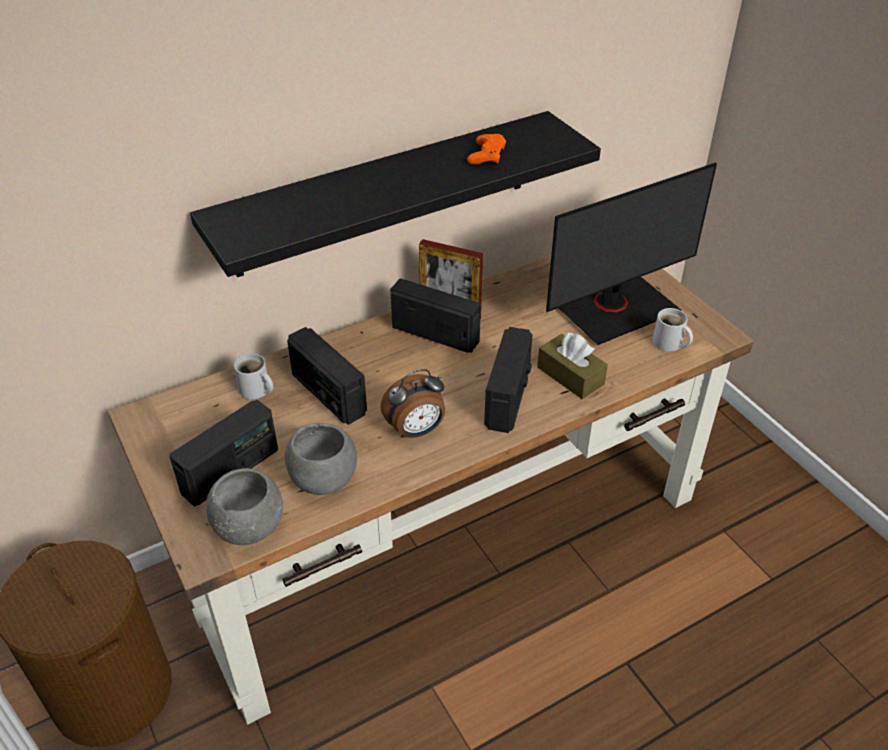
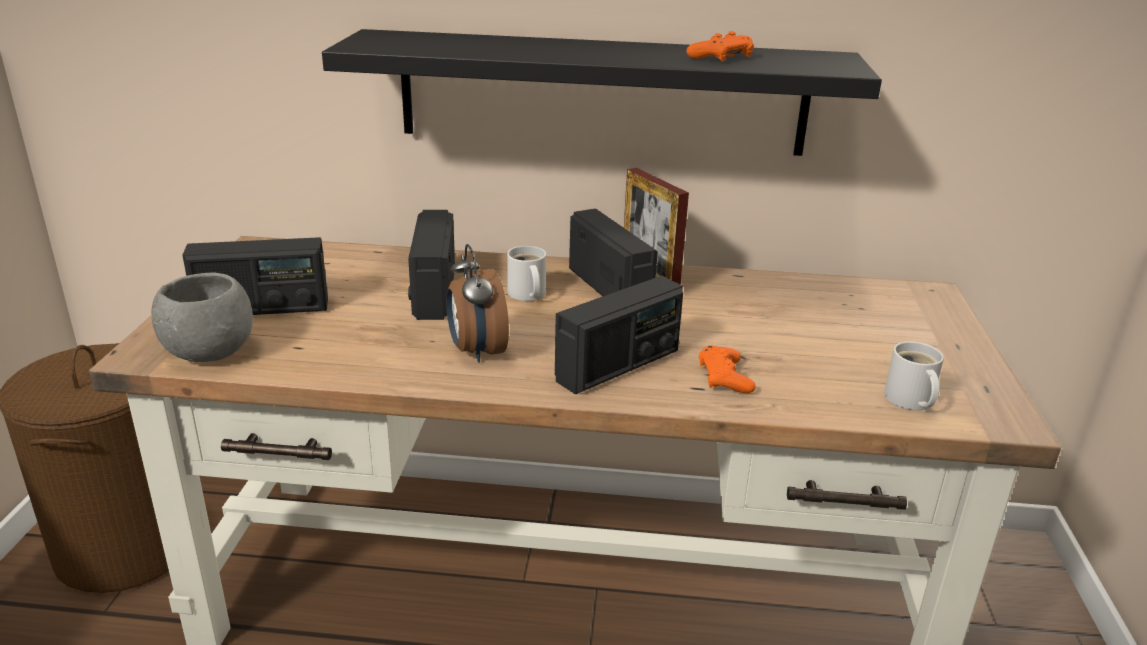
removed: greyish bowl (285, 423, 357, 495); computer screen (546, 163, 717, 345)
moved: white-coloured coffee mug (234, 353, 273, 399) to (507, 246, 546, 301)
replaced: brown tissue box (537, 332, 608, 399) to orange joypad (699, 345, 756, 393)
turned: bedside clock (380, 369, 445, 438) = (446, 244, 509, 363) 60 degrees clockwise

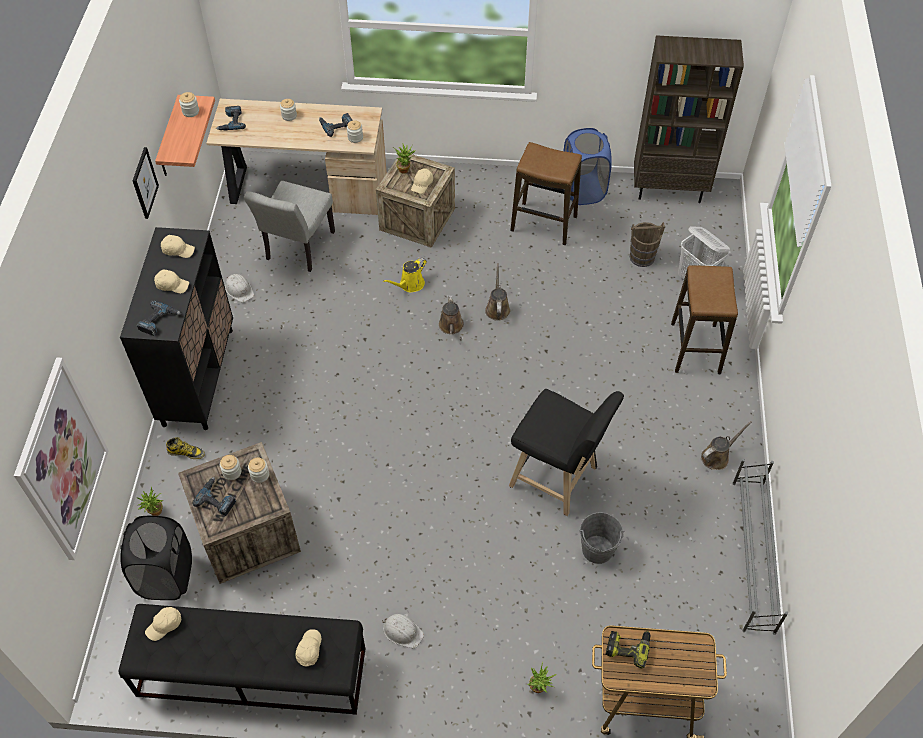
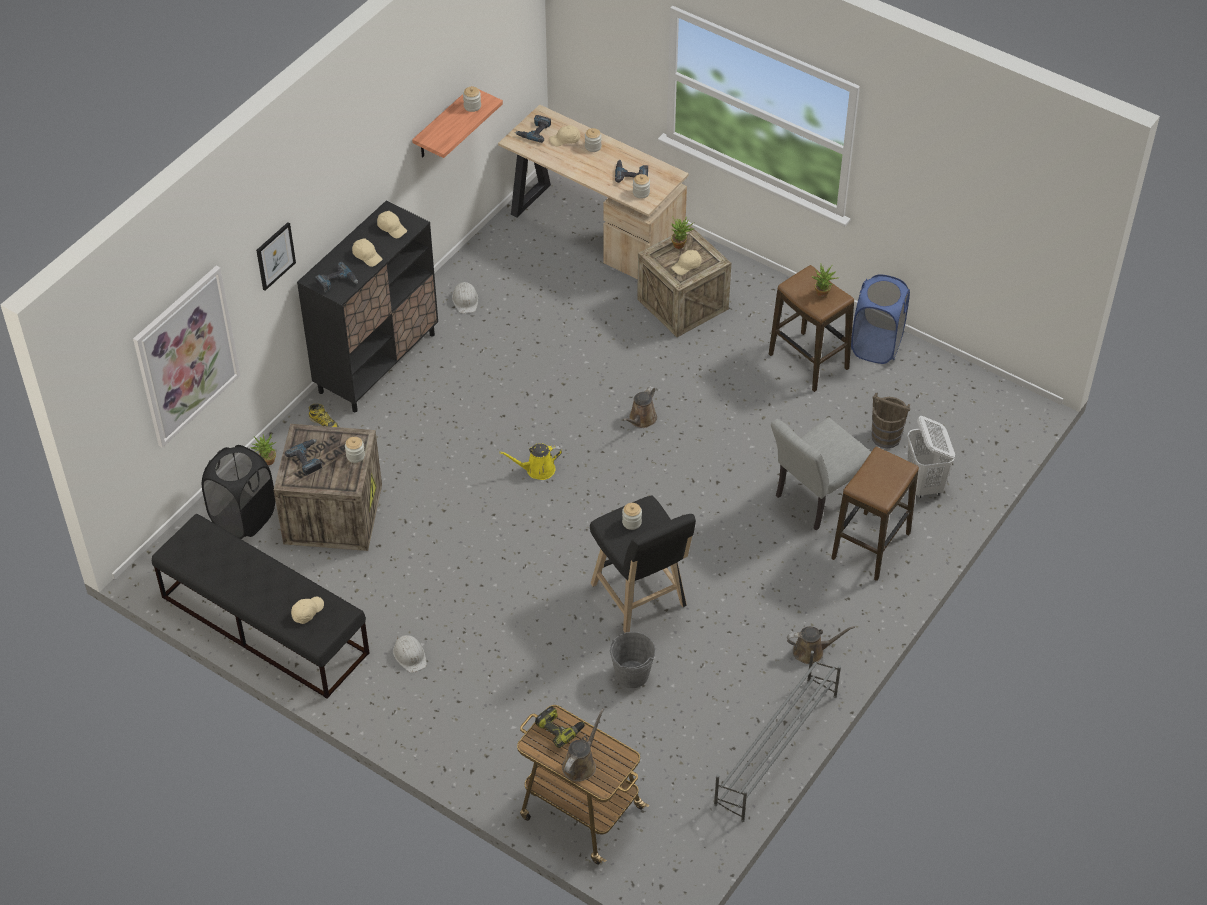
removed: brown bookshelf (634, 35, 744, 203)
moved: picture (133, 147, 159, 219) to (256, 222, 296, 291); beige peaked cap (145, 607, 181, 641) to (549, 125, 580, 146); preserve jar (220, 455, 241, 480) to (622, 503, 642, 530); greyish chair (244, 181, 335, 272) to (771, 417, 871, 531); yellow-coloured watering pot (383, 258, 427, 292) to (499, 443, 562, 480); brown watering pot (485, 263, 510, 321) to (562, 708, 604, 782); potted plant (528, 662, 556, 693) to (812, 263, 839, 297)

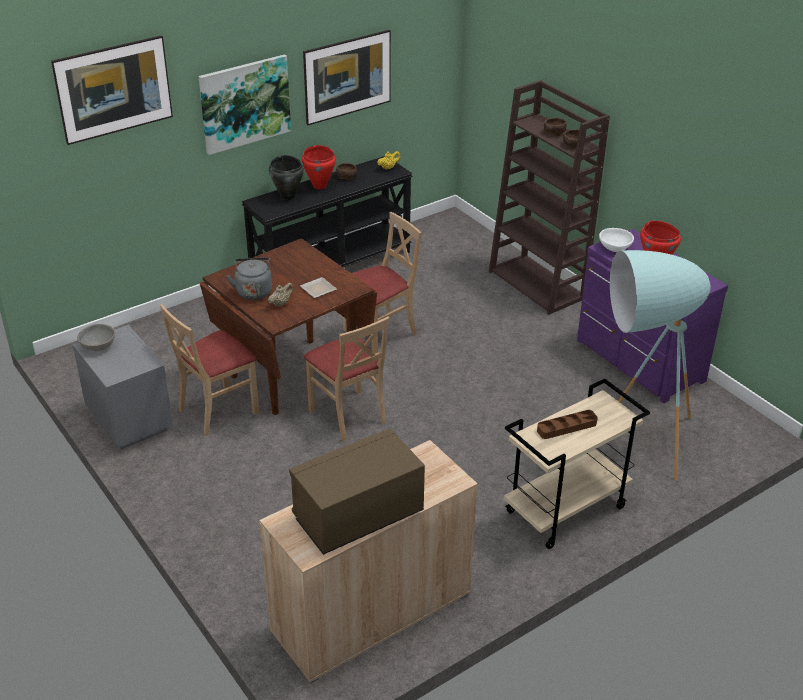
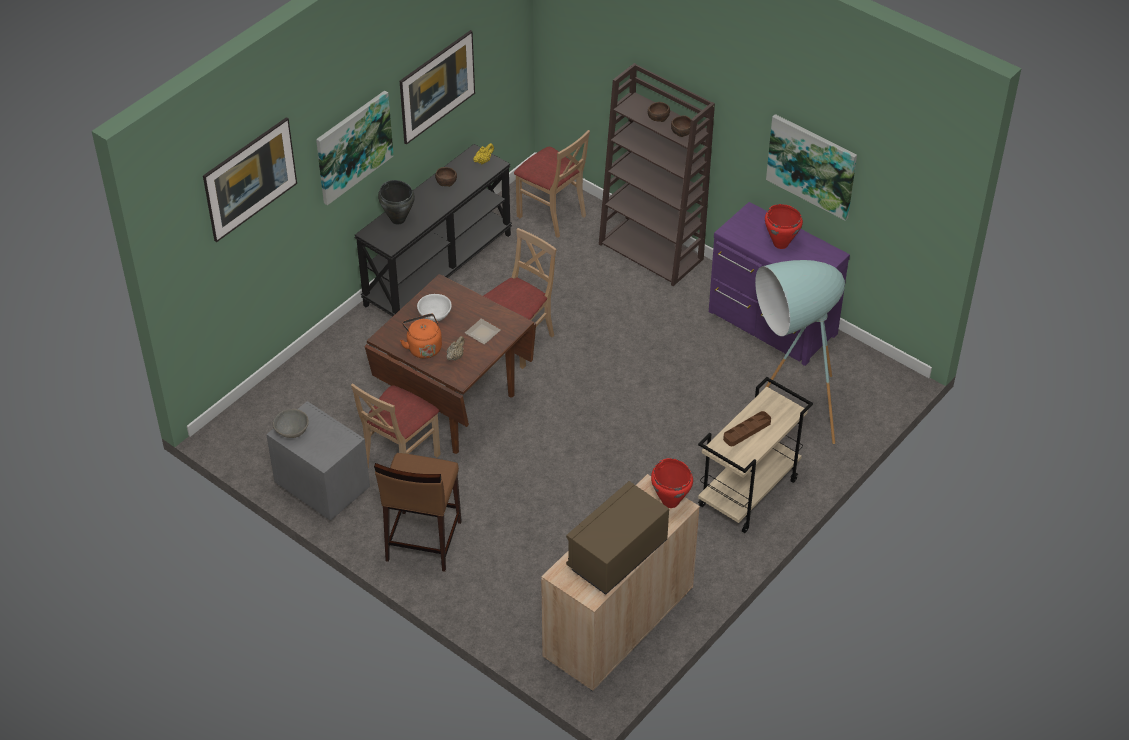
added: brown sitting stool (374, 453, 462, 572); picture (766, 114, 857, 221)
moved: reddish stockpot (302, 145, 336, 189) to (651, 458, 693, 508); beige chair (304, 316, 389, 441) to (514, 130, 590, 238); white-coloured bowl (599, 228, 634, 252) to (417, 294, 452, 322)
recoloured: greyish kettle (226, 257, 272, 300) to orange kettle (400, 314, 442, 359)

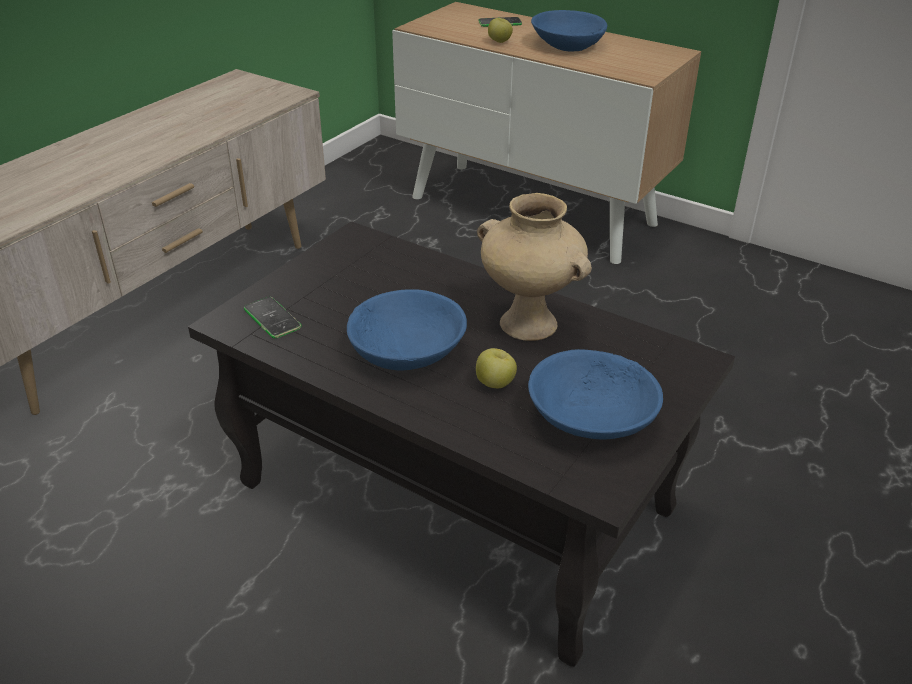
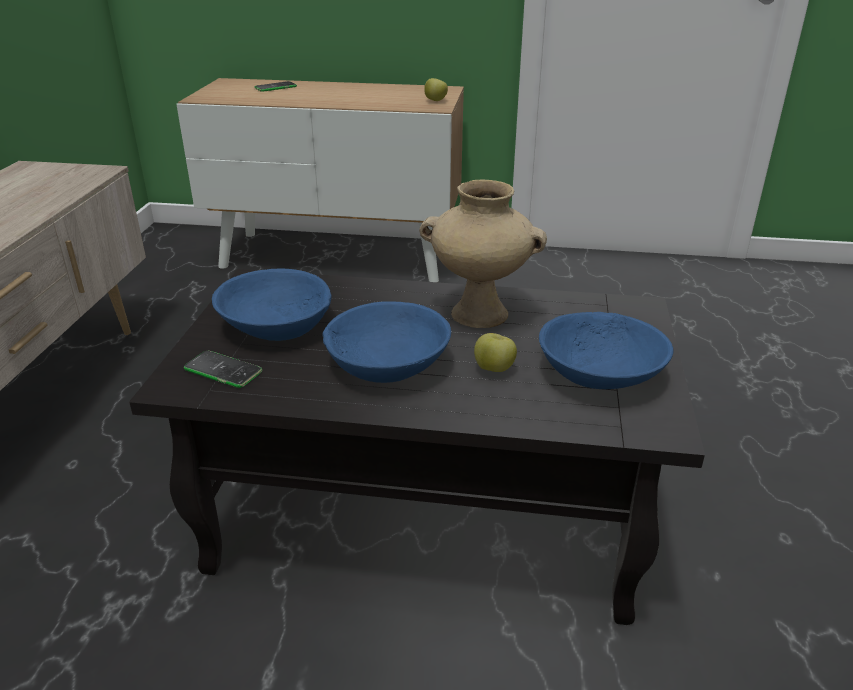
moved: apple fruit (488, 18, 513, 43) to (424, 78, 448, 101); bluish bowl (531, 10, 607, 51) to (212, 269, 332, 341)

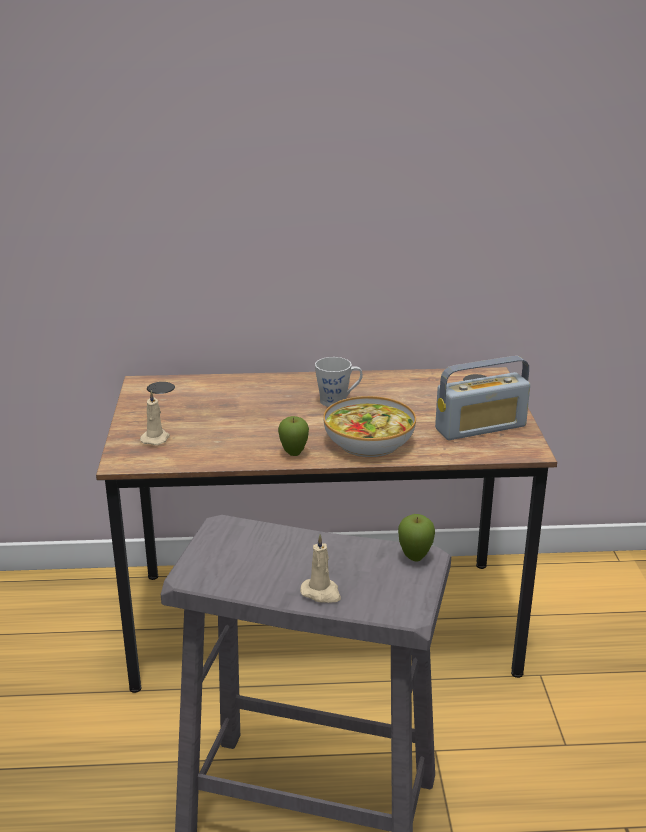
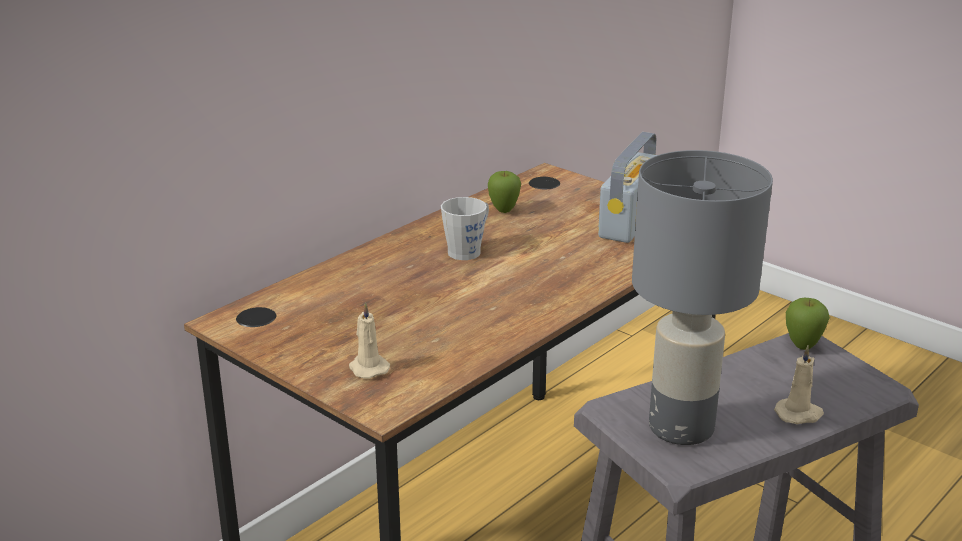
removed: bowl (323, 396, 416, 457)
added: greyish table lamp (632, 150, 773, 445)
moved: apple fruit (278, 416, 309, 456) to (488, 171, 521, 213)

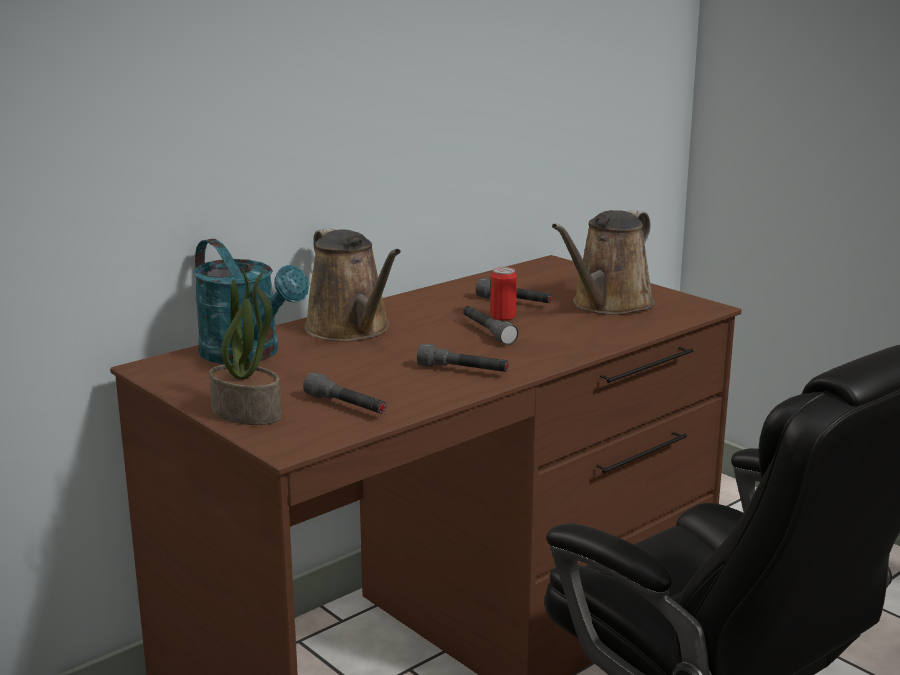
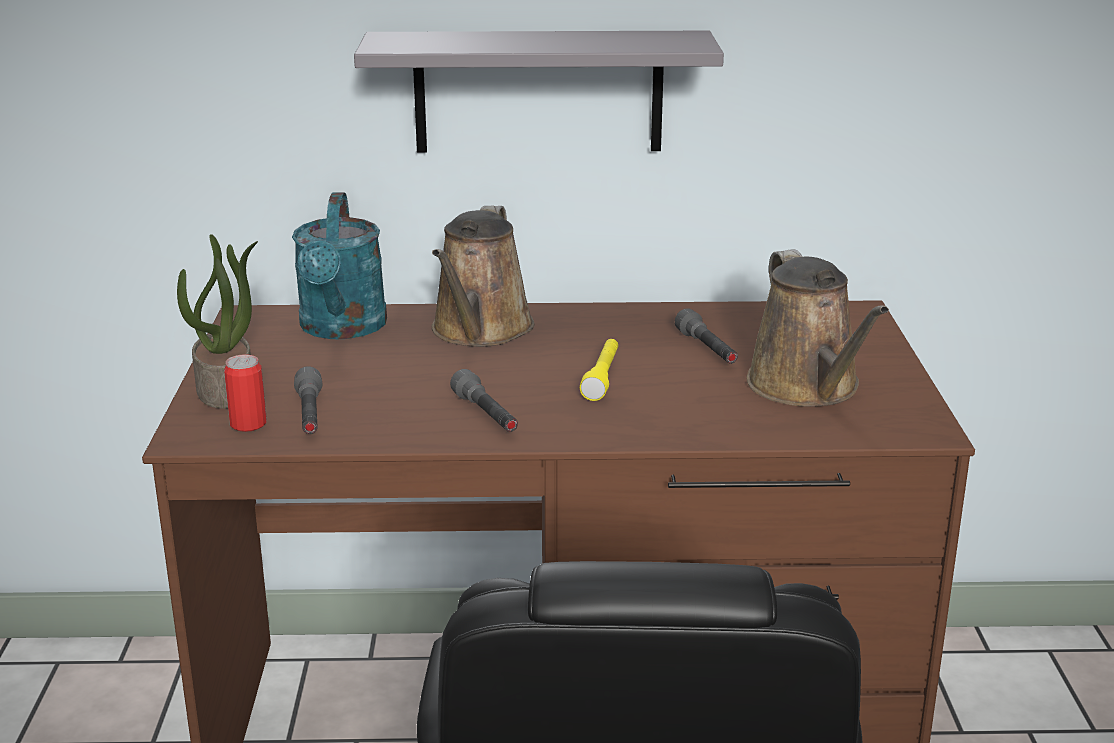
added: greyish shelf (354, 31, 724, 153)
moved: can (490, 267, 517, 320) to (224, 354, 267, 432)
recoloured: greyish flashlight (463, 306, 518, 345) to yellow-coloured flashlight (580, 339, 618, 401)
turned: brown watering pot (552, 210, 655, 315) = (747, 249, 889, 407) 90 degrees counterclockwise

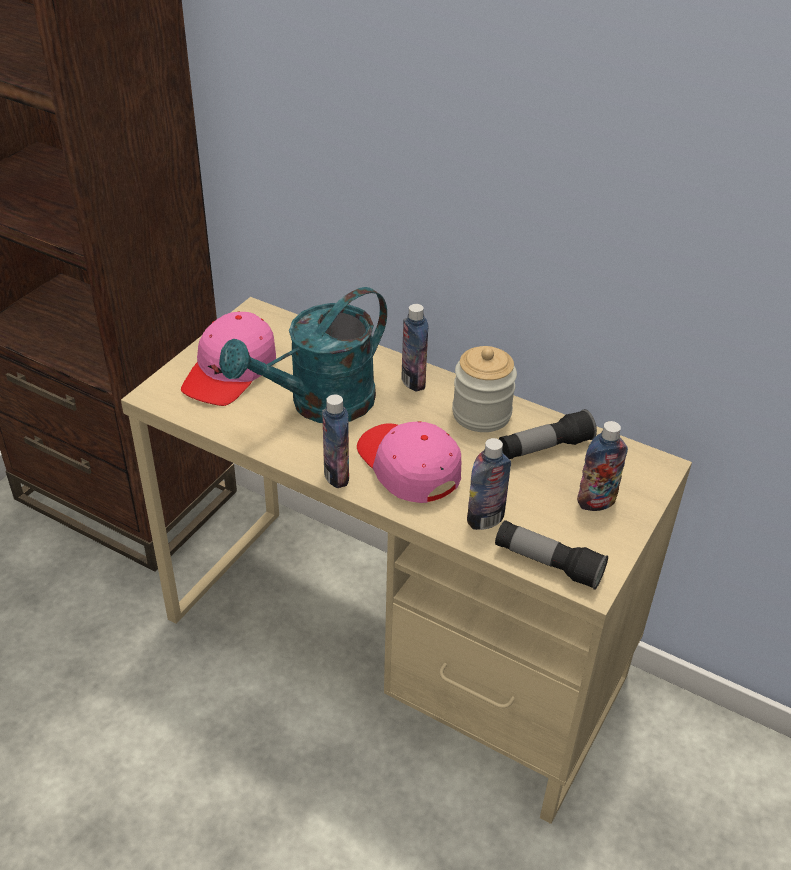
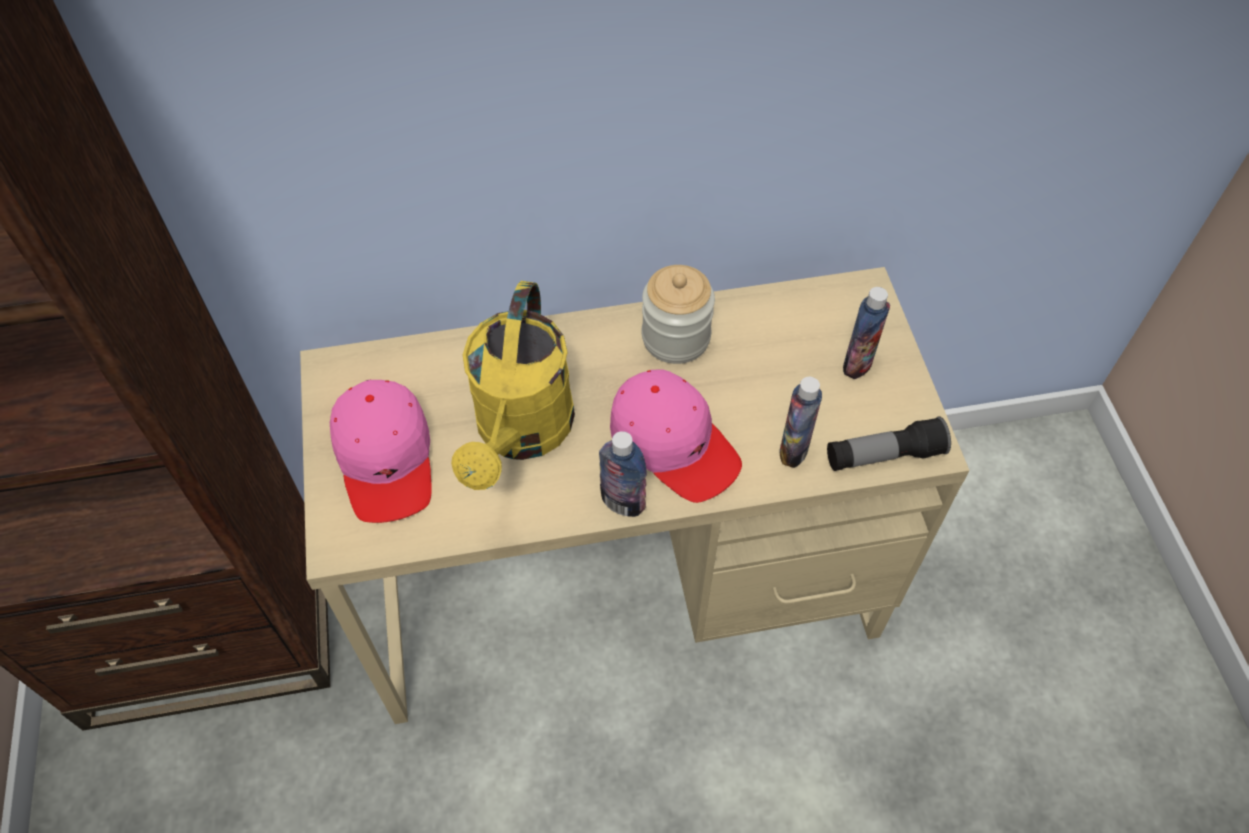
removed: beverage bottle (401, 304, 428, 392); flashlight (499, 409, 597, 459)
recoloured: turquoise watering pot (219, 287, 387, 423) to yellow-coloured watering pot (451, 281, 575, 490)
turned: pink-coloured peaked cap (357, 421, 461, 503) = (610, 369, 742, 503) 150 degrees counterclockwise

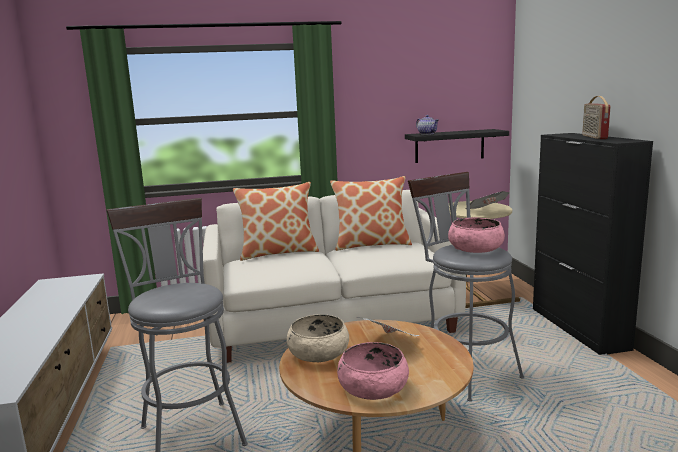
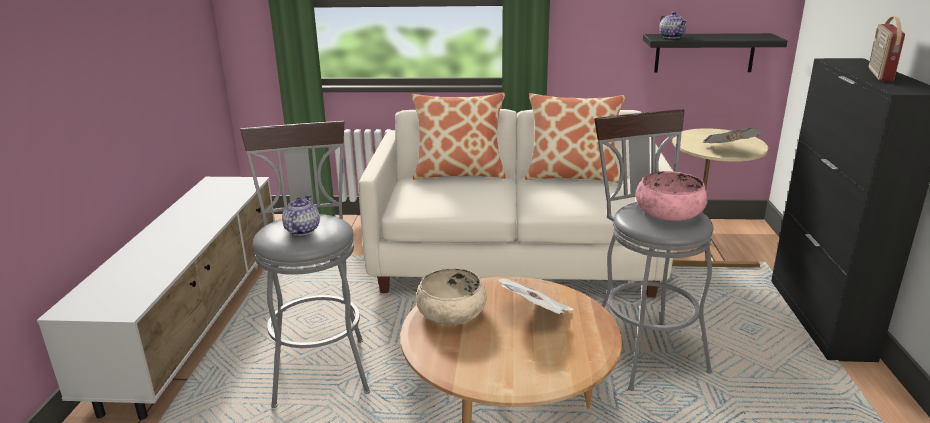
removed: pink-coloured bowl (337, 342, 409, 400)
added: tea pot (282, 195, 320, 235)

